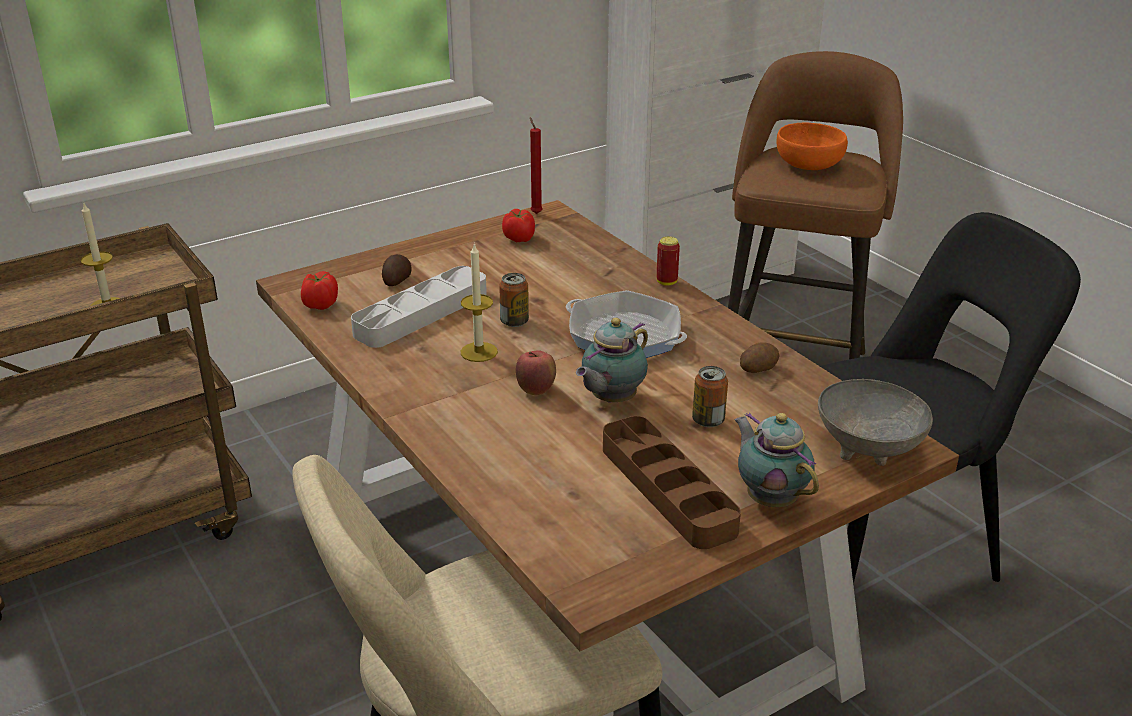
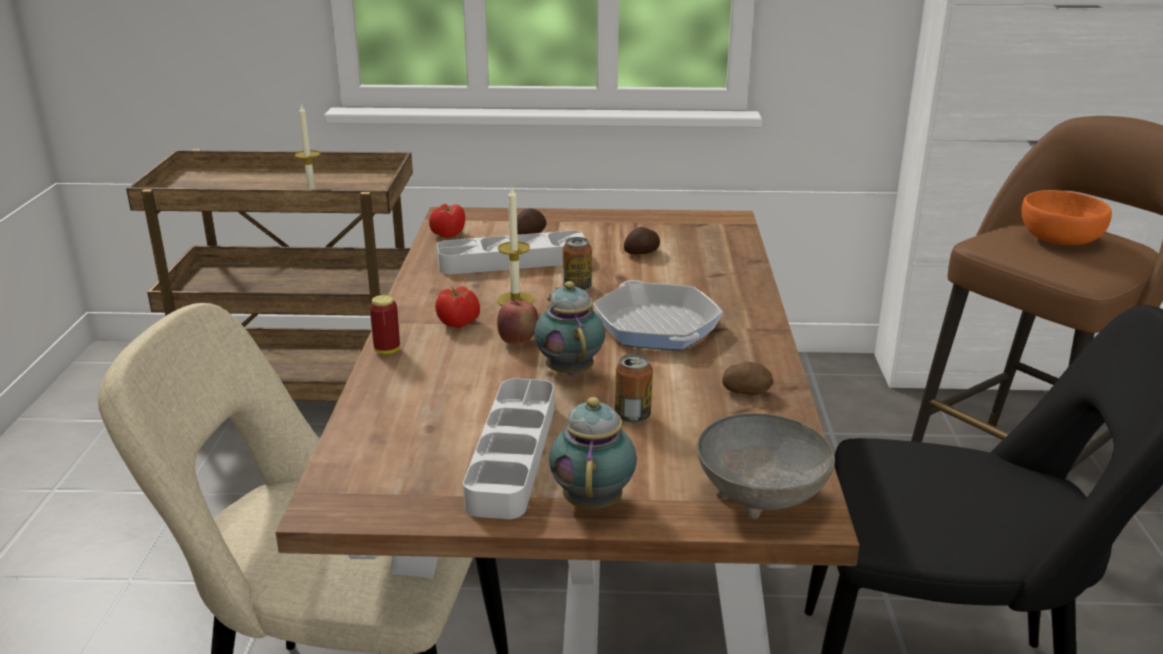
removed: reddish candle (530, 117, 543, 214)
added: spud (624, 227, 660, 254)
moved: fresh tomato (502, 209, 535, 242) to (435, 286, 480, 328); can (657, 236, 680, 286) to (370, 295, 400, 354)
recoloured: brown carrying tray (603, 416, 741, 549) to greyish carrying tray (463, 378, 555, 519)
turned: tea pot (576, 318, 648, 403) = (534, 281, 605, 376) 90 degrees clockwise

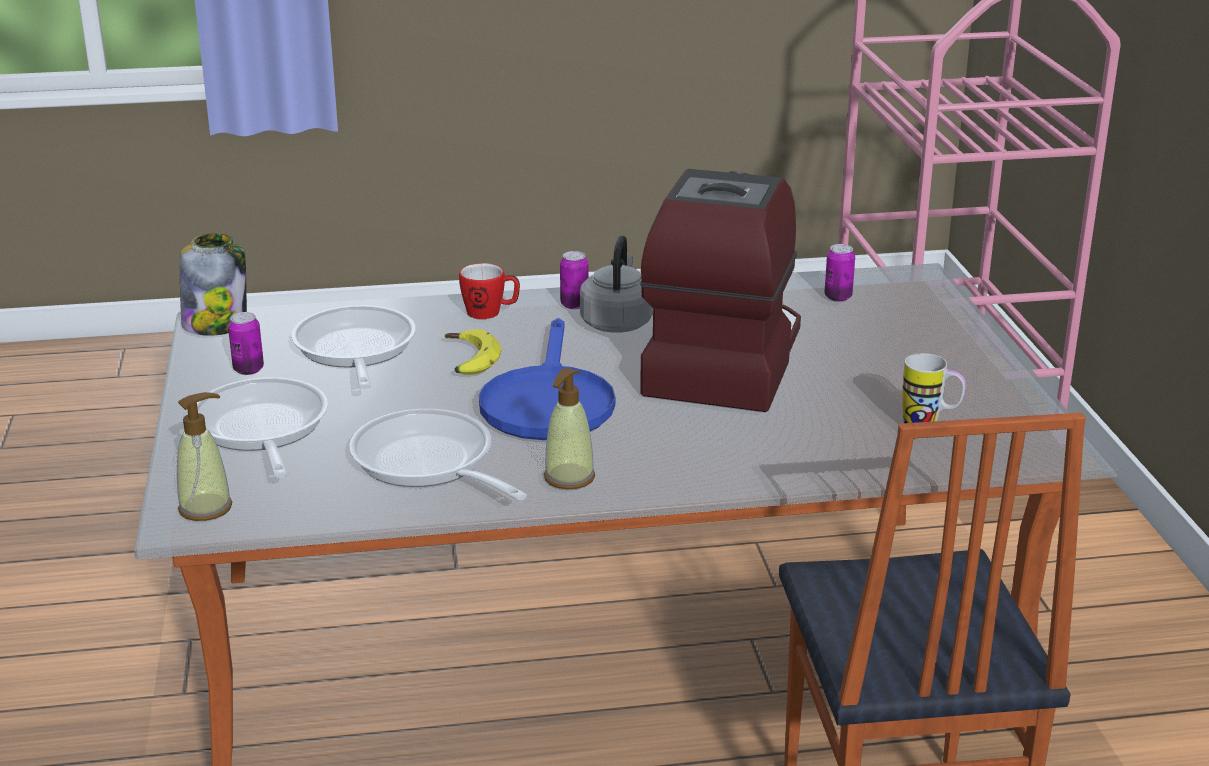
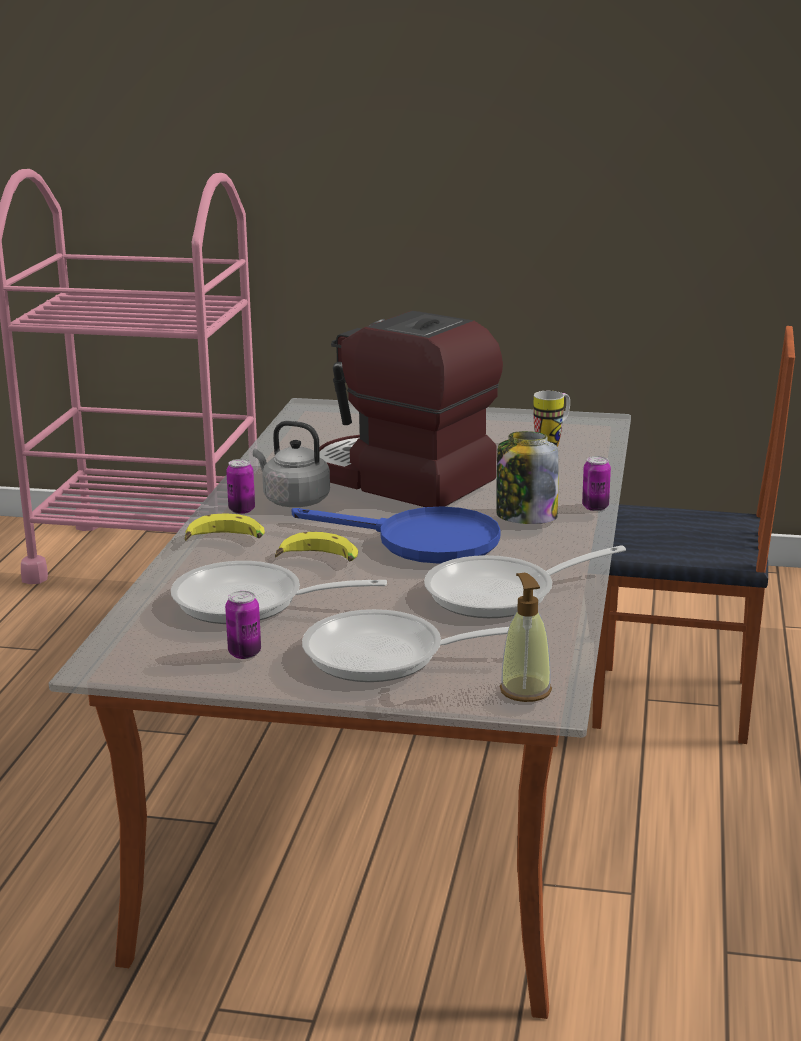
removed: liquid soap bottle (544, 368, 595, 489)
moved: preserve jar (180, 233, 247, 336) to (496, 431, 559, 524); can (824, 244, 855, 302) to (582, 456, 611, 511)
replaced: coffee mug (459, 263, 520, 319) to whole banana (185, 513, 265, 541)

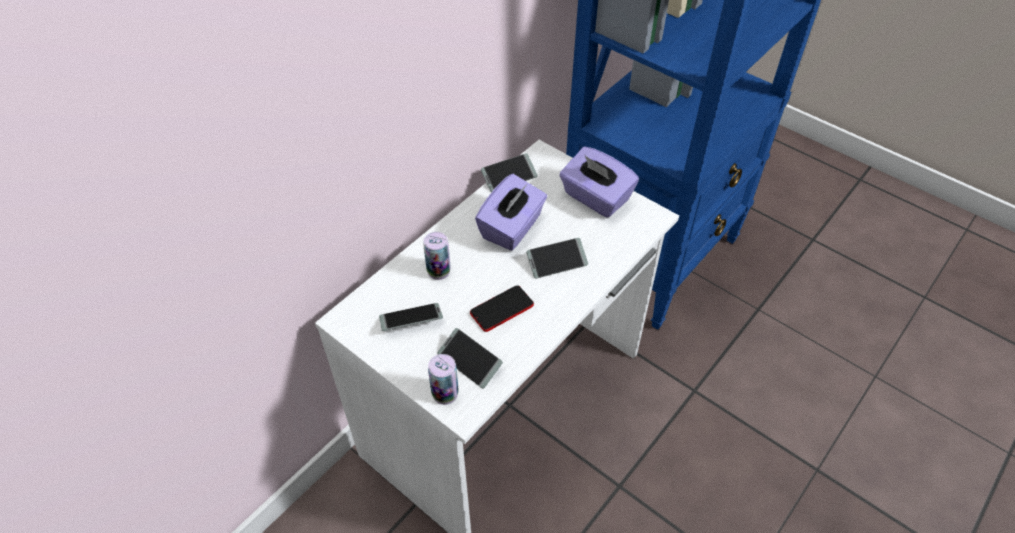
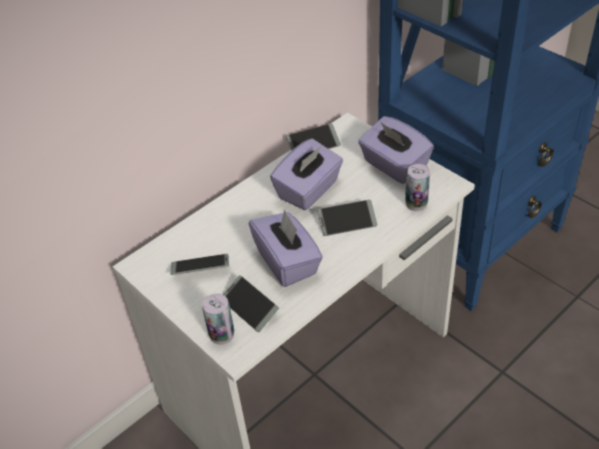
moved: can (423, 232, 451, 280) to (405, 164, 430, 211)
replaced: telephone (470, 285, 534, 332) to purplish tissue box (249, 209, 323, 287)

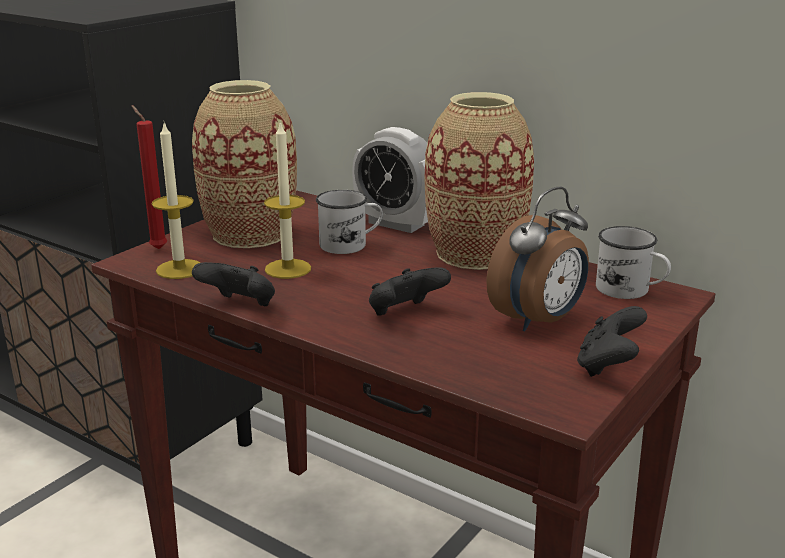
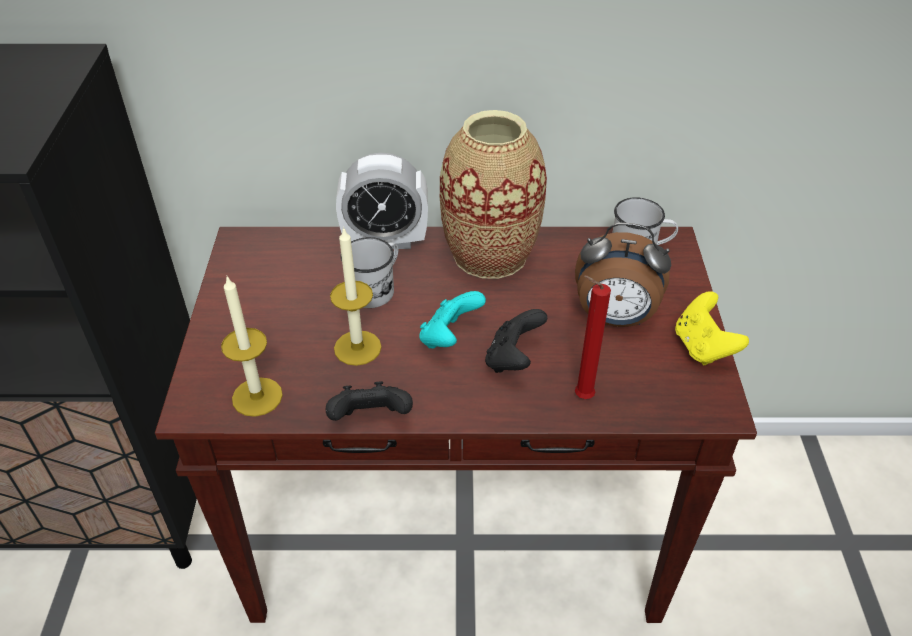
removed: flower vase (192, 80, 297, 248)
added: turquoise joypad (419, 291, 486, 349)
moved: reddish candle (131, 105, 167, 249) to (575, 276, 611, 399)
recoloured: blackish joypad (577, 306, 647, 377) to yellow-coloured joypad (675, 291, 749, 365)
turned: bedside clock (486, 187, 589, 331) = (575, 223, 671, 327) 90 degrees clockwise

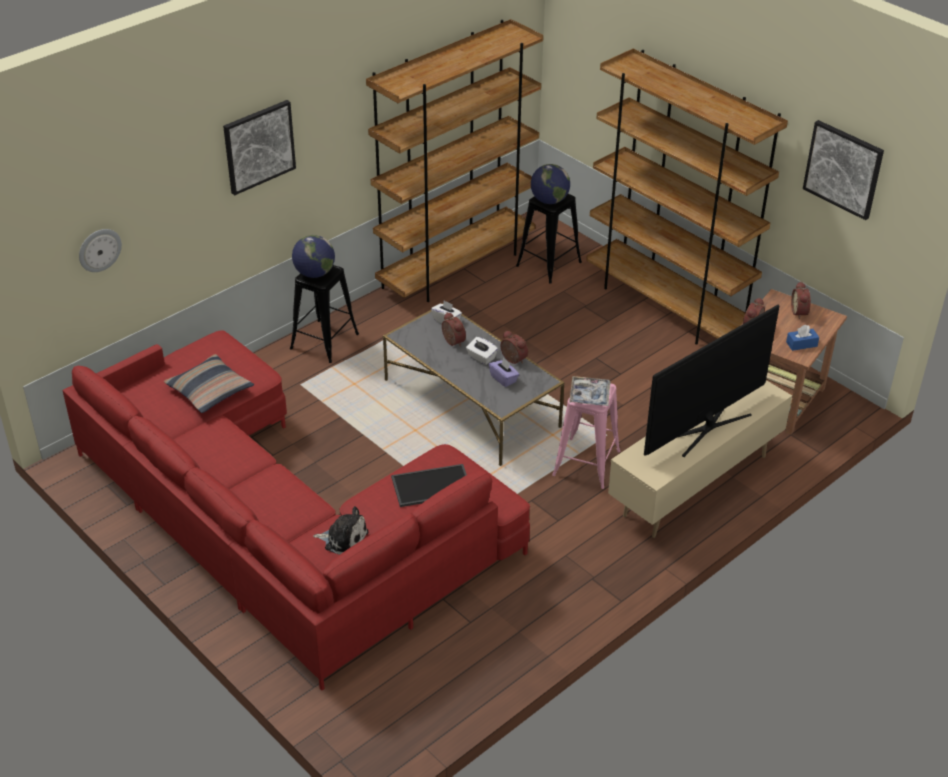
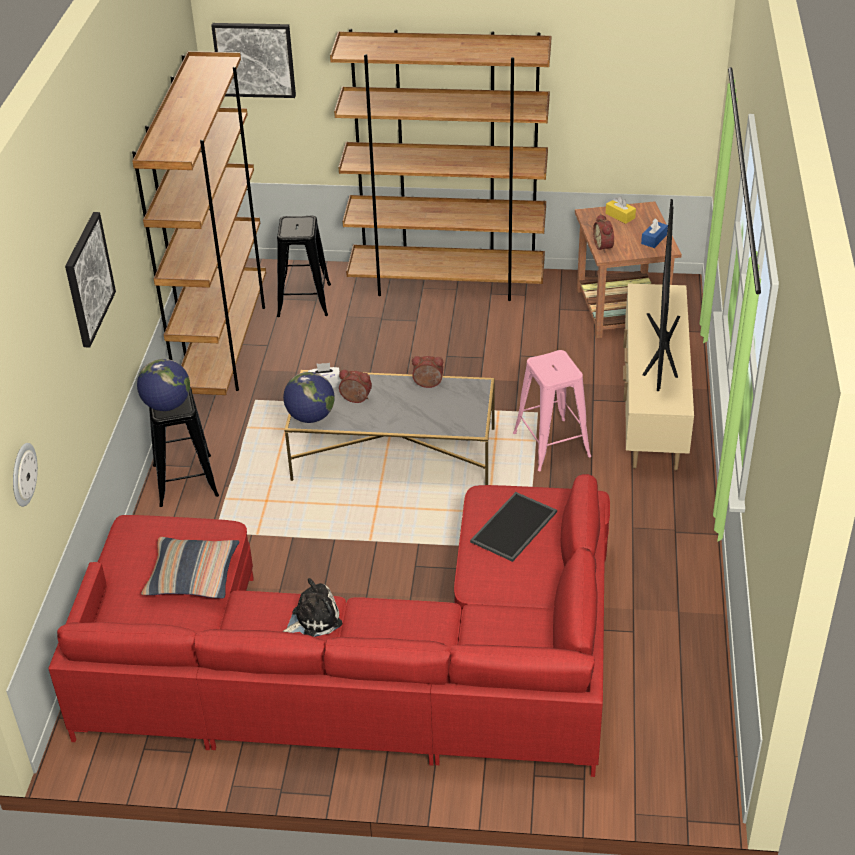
removed: white-coloured tissue box (466, 337, 498, 365); purplish tissue box (489, 358, 520, 387); carrying tray (569, 376, 610, 406)
moved: plush toy (313, 506, 368, 555) to (282, 578, 342, 637); desk globe (531, 164, 570, 204) to (283, 372, 334, 423); picture (803, 120, 884, 220) to (211, 23, 296, 98)
replaced: bedside clock (791, 281, 811, 319) to yellow-coloured tissue box (605, 196, 636, 224)

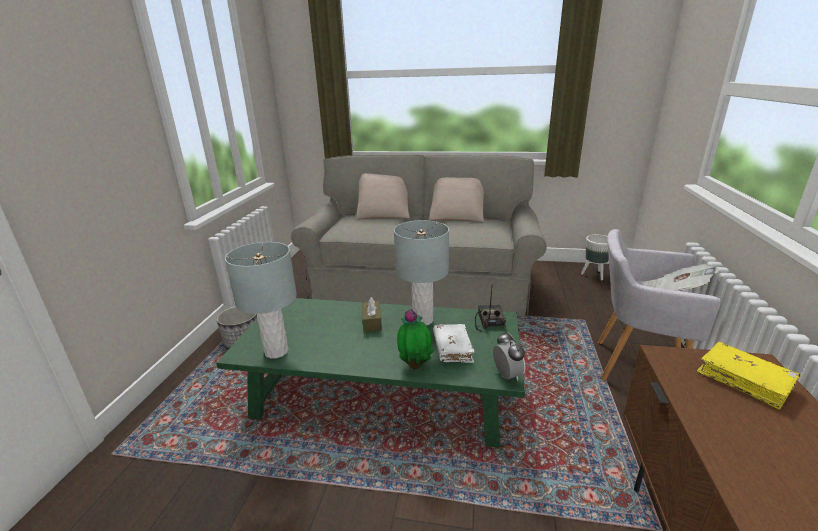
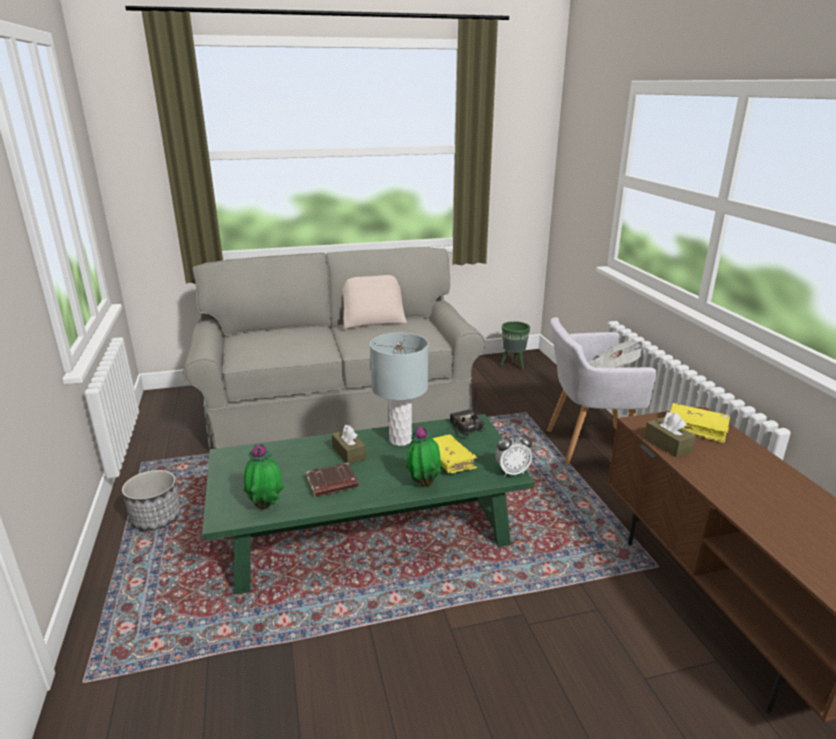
removed: beige pillow (357, 173, 410, 219)
added: brown book (306, 462, 358, 497); brown tissue box (644, 412, 696, 457)
replaced: greyish table lamp (225, 242, 297, 358) to potted plant (244, 444, 284, 509)
recoloured: white-coloured book (433, 324, 475, 363) to yellow-coloured book (432, 434, 478, 474); white-coloured plant pot (581, 235, 609, 280) to greenish plant pot (500, 321, 530, 369)
turned: bedside clock (493, 332, 525, 381) = (495, 431, 532, 476) 120 degrees clockwise

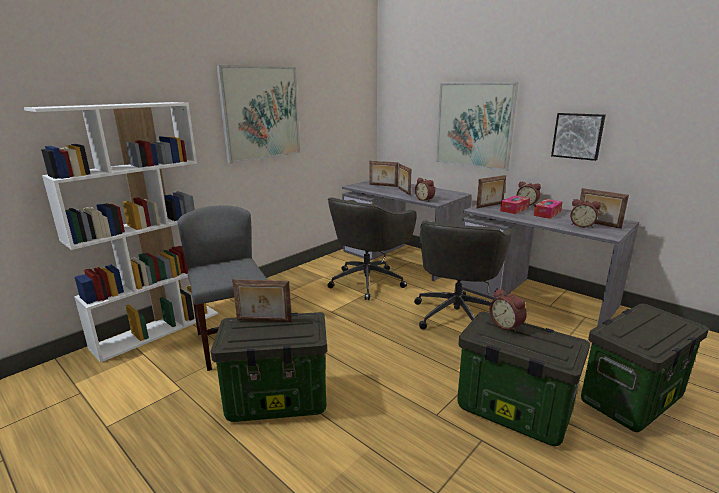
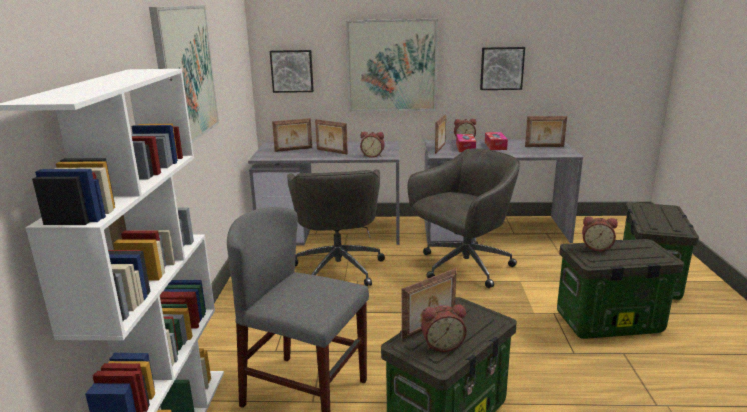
added: picture (270, 50, 314, 93)
moved: bedside clock (570, 199, 601, 228) to (421, 304, 467, 352)
turned: greyish desk chair (414, 220, 512, 329) = (408, 148, 520, 288) 105 degrees counterclockwise

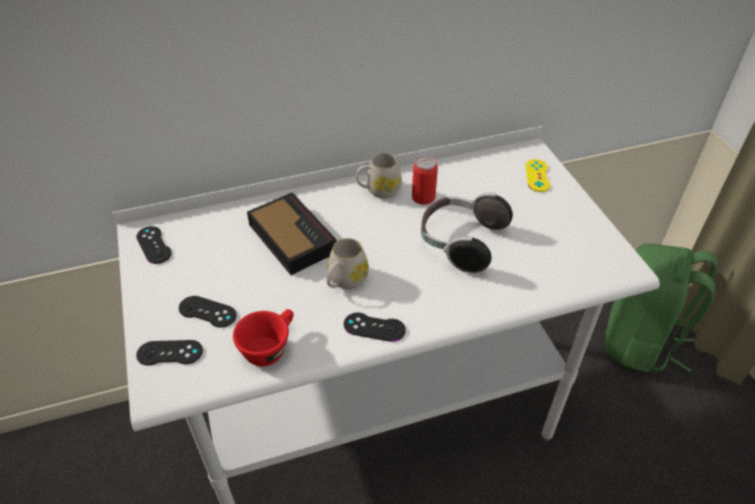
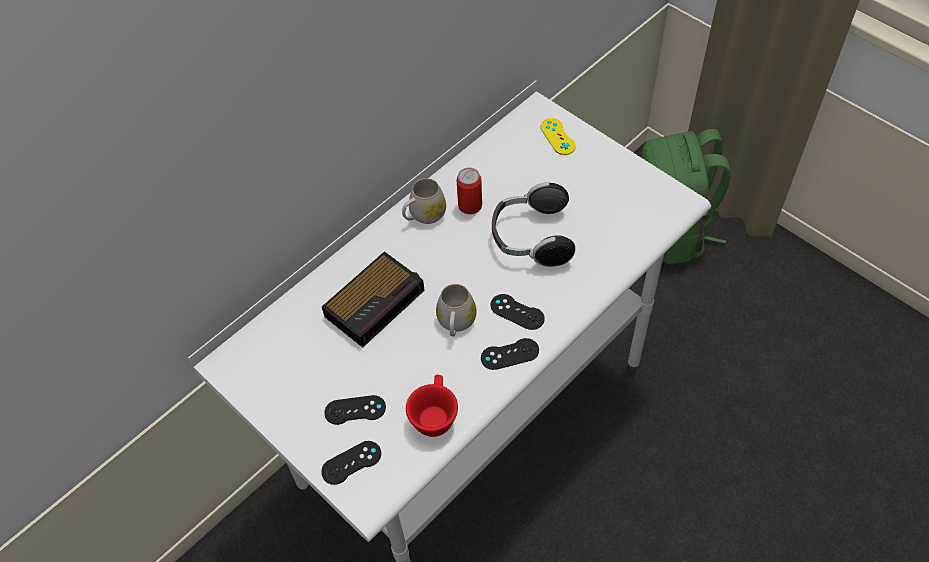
moved: blackish joypad (136, 226, 172, 264) to (490, 294, 545, 330)
turned: bedside clock (247, 193, 337, 275) = (322, 251, 425, 348) 105 degrees clockwise

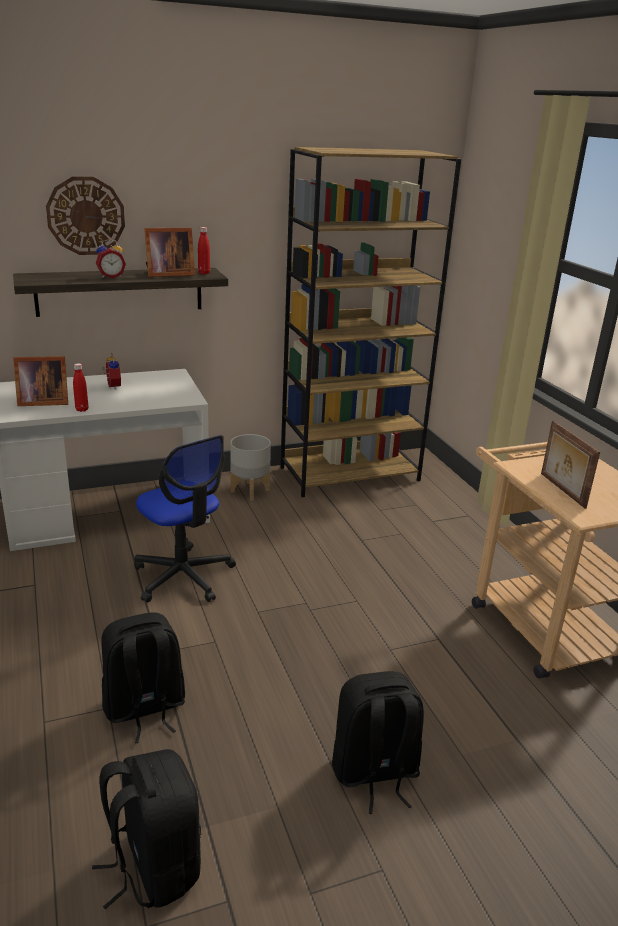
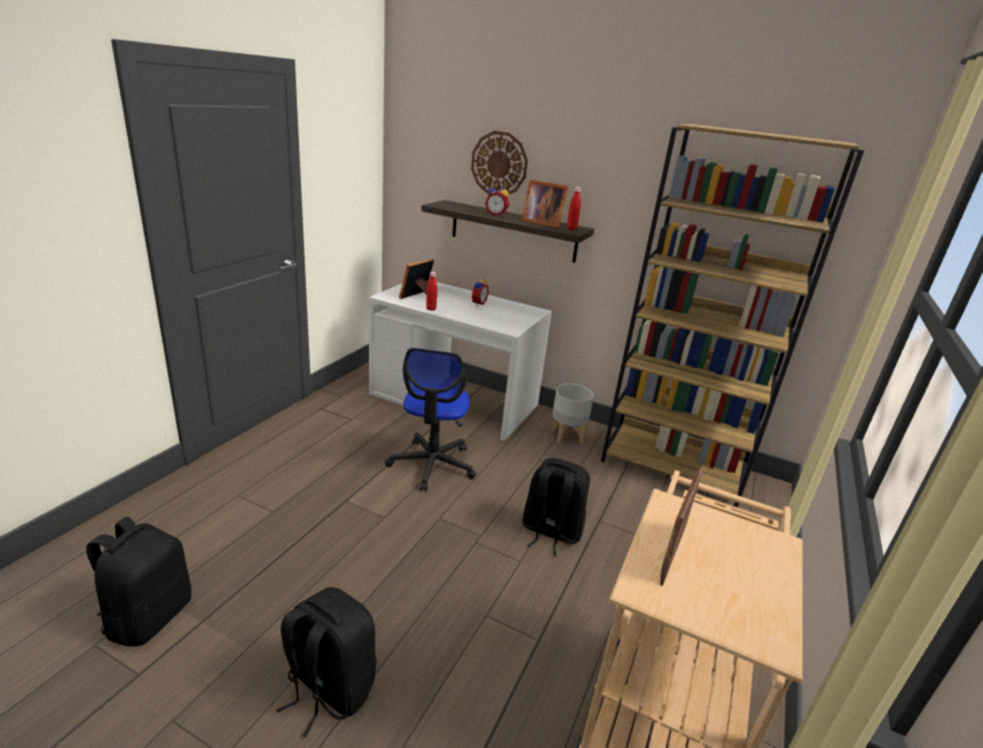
moved: blackish backpack (101, 612, 185, 743) to (522, 458, 590, 557)
turned: picture frame (13, 356, 68, 406) = (399, 259, 434, 299) 90 degrees clockwise

